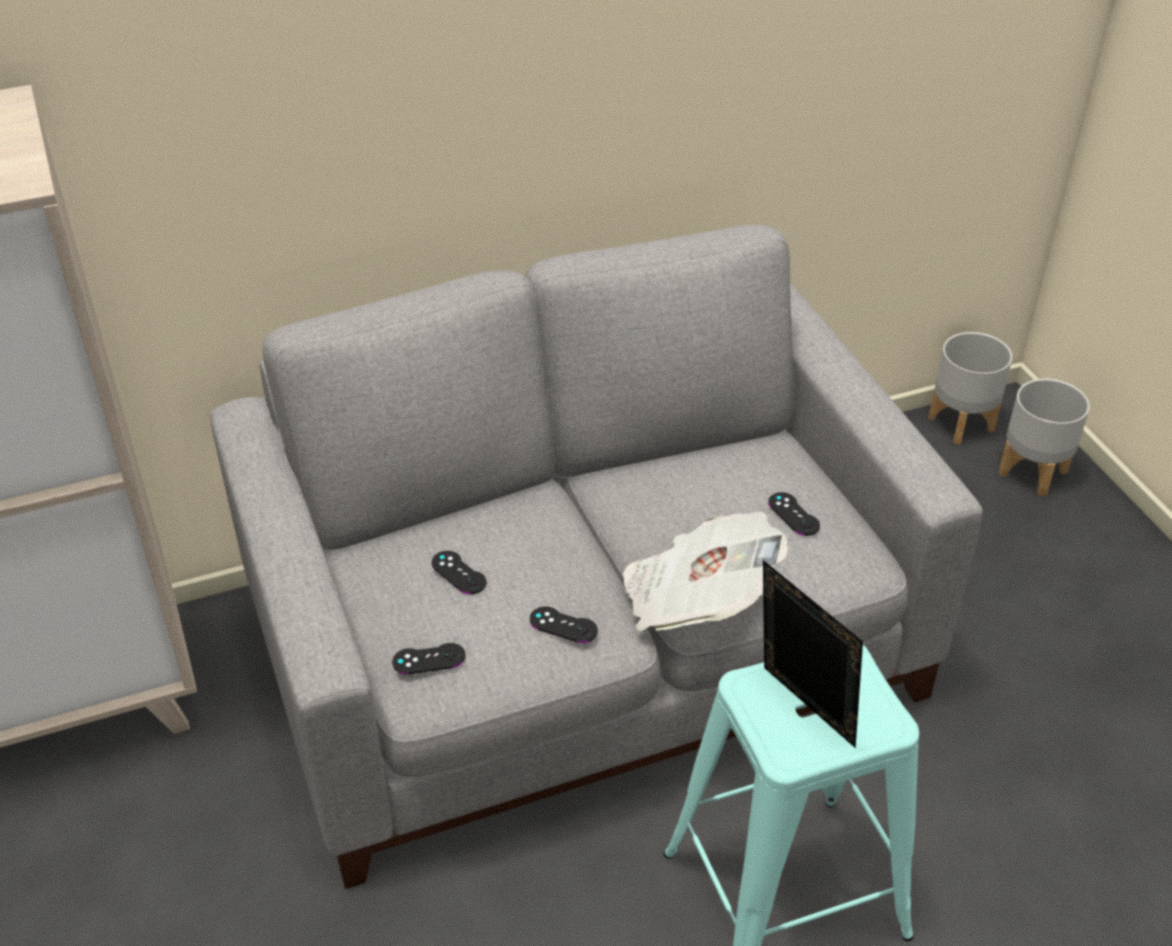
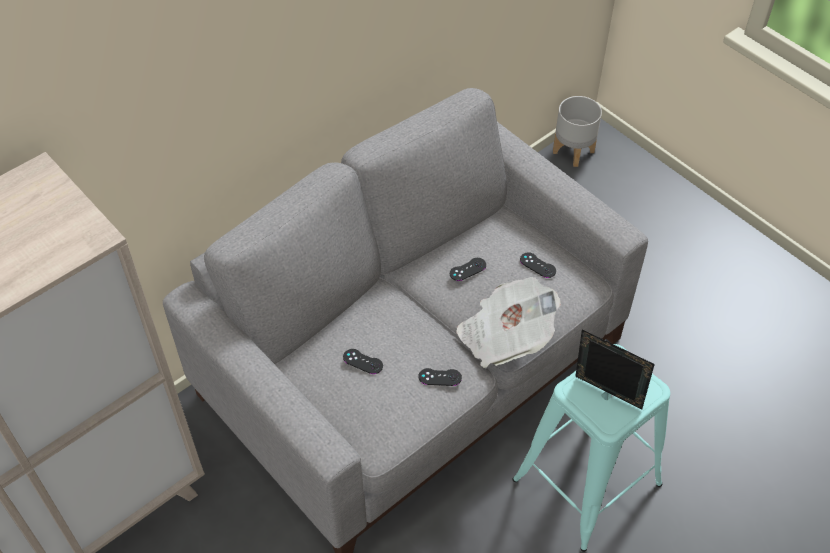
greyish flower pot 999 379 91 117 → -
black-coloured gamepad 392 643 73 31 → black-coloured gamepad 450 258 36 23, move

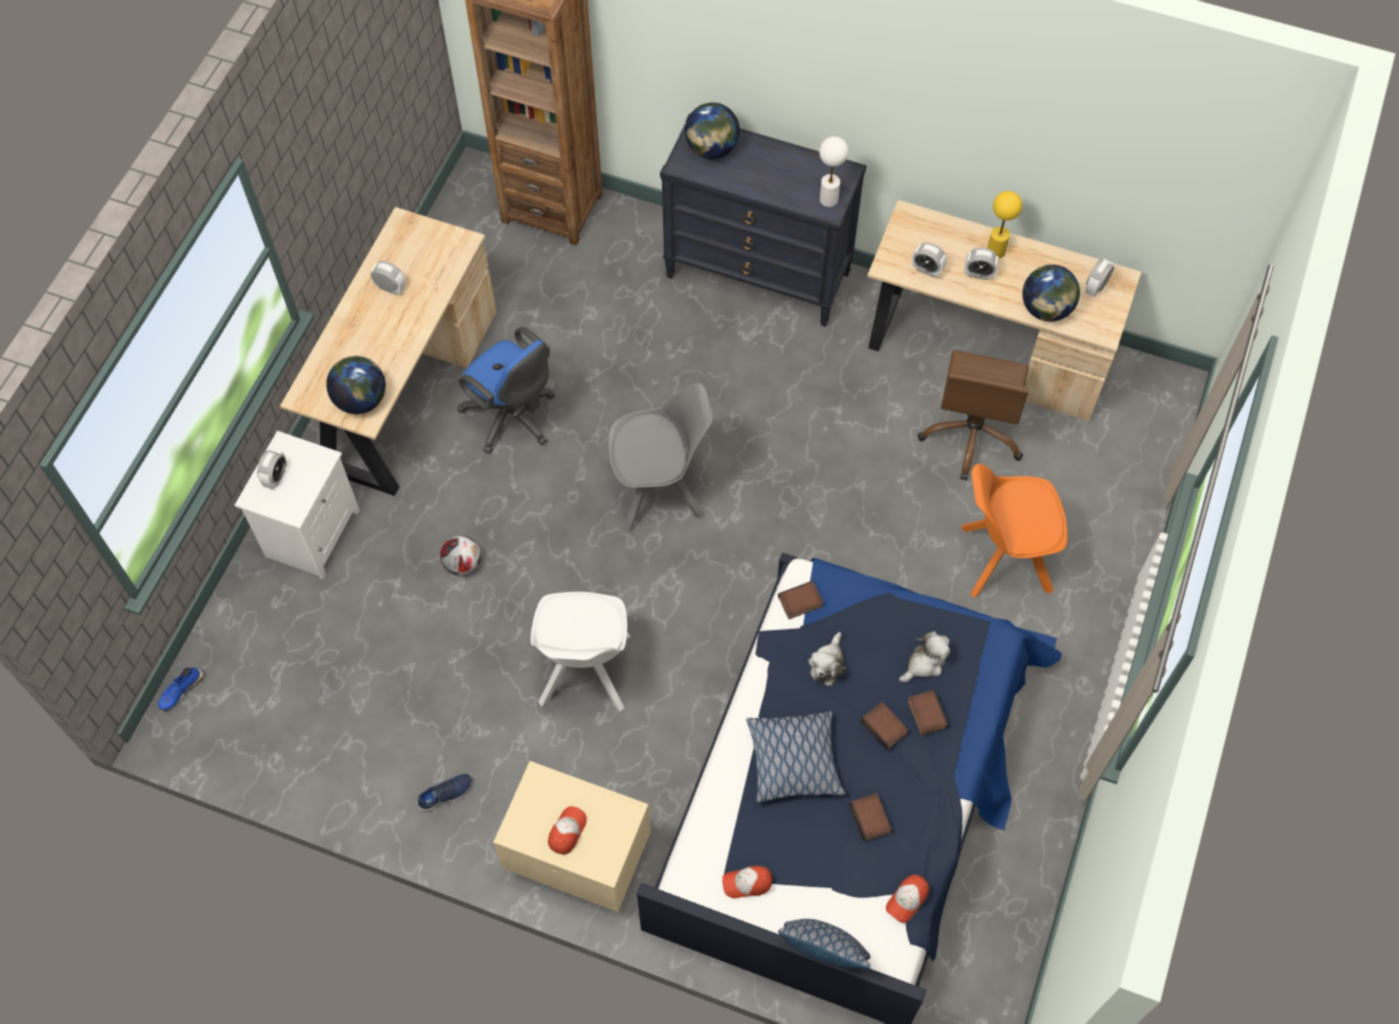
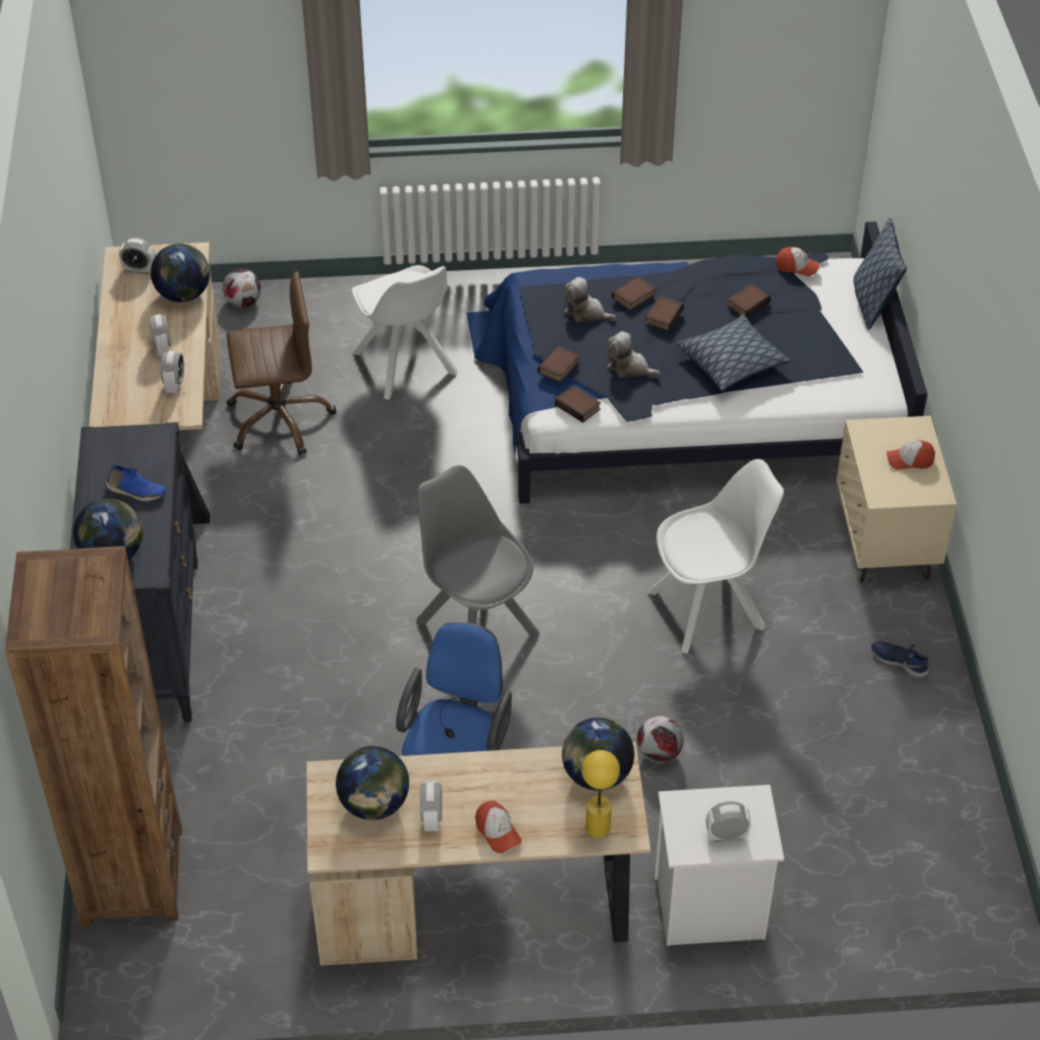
white tabletop lamp 819 136 30 71 → -
- → football 223 269 38 38
- → world globe 336 746 73 74
- → book 538 345 42 38
blue-coloured item of footwear 158 667 46 44 → blue-coloured item of footwear 105 464 61 38, move
baseball cap 722 866 50 32 → baseball cap 475 801 47 52, move
yellowish tabletop lamp 988 191 34 67 → yellowish tabletop lamp 582 750 38 88, move
orange chair 960 464 107 134 → white chair 352 265 106 135
cuddly toy 808 632 39 54 → cuddly toy 607 331 53 47, 150 degrees counterclockwise

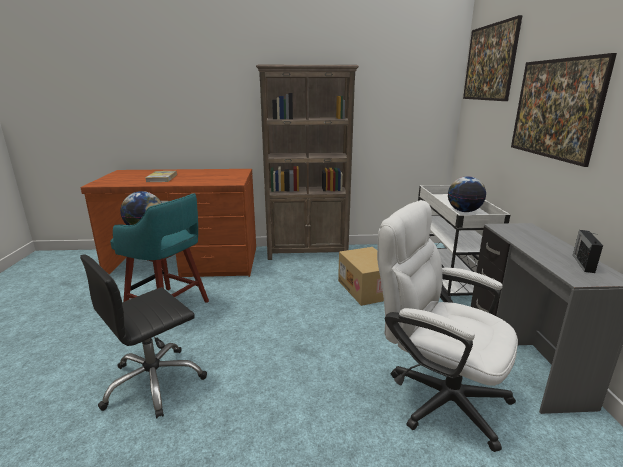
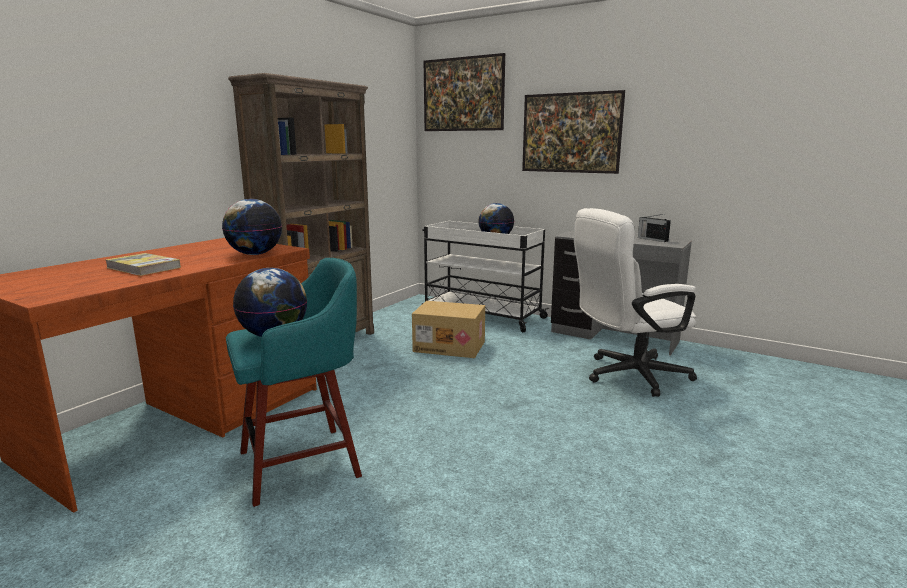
black-coloured office chair 80 254 127 165 → -
- → world globe 222 199 60 56

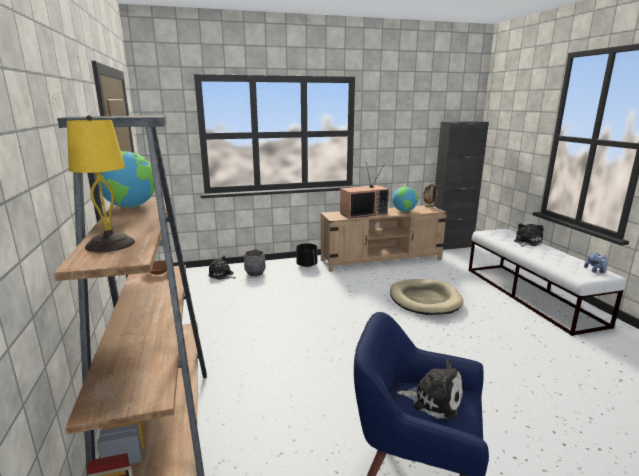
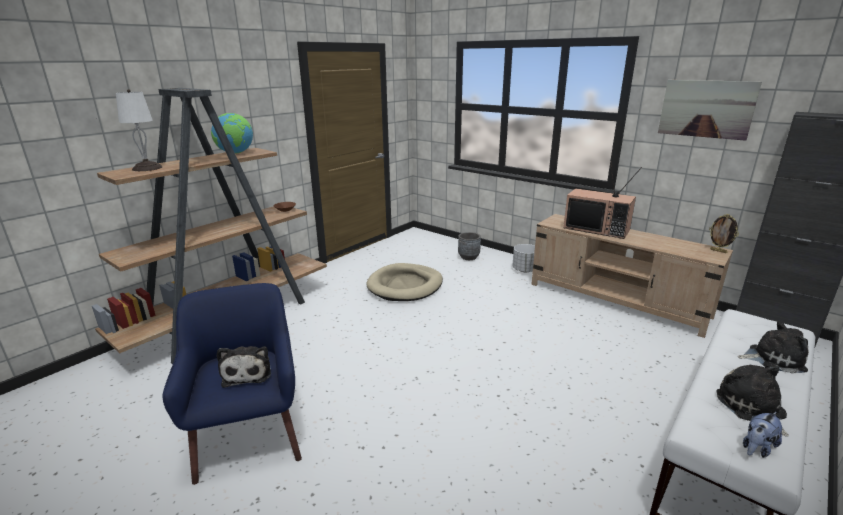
world globe 393 187 25 25 → -
- → wall picture 658 80 104 61
cuddly toy 209 256 27 24 → cuddly toy 717 365 72 72, move
sand-coloured dog cushion 390 279 74 36 → sand-coloured dog cushion 366 263 77 38, move
yellowish tabletop lamp 67 115 68 137 → white tabletop lamp 116 89 46 82
black-coloured flower pot 296 243 21 24 → white flower pot 512 244 23 28

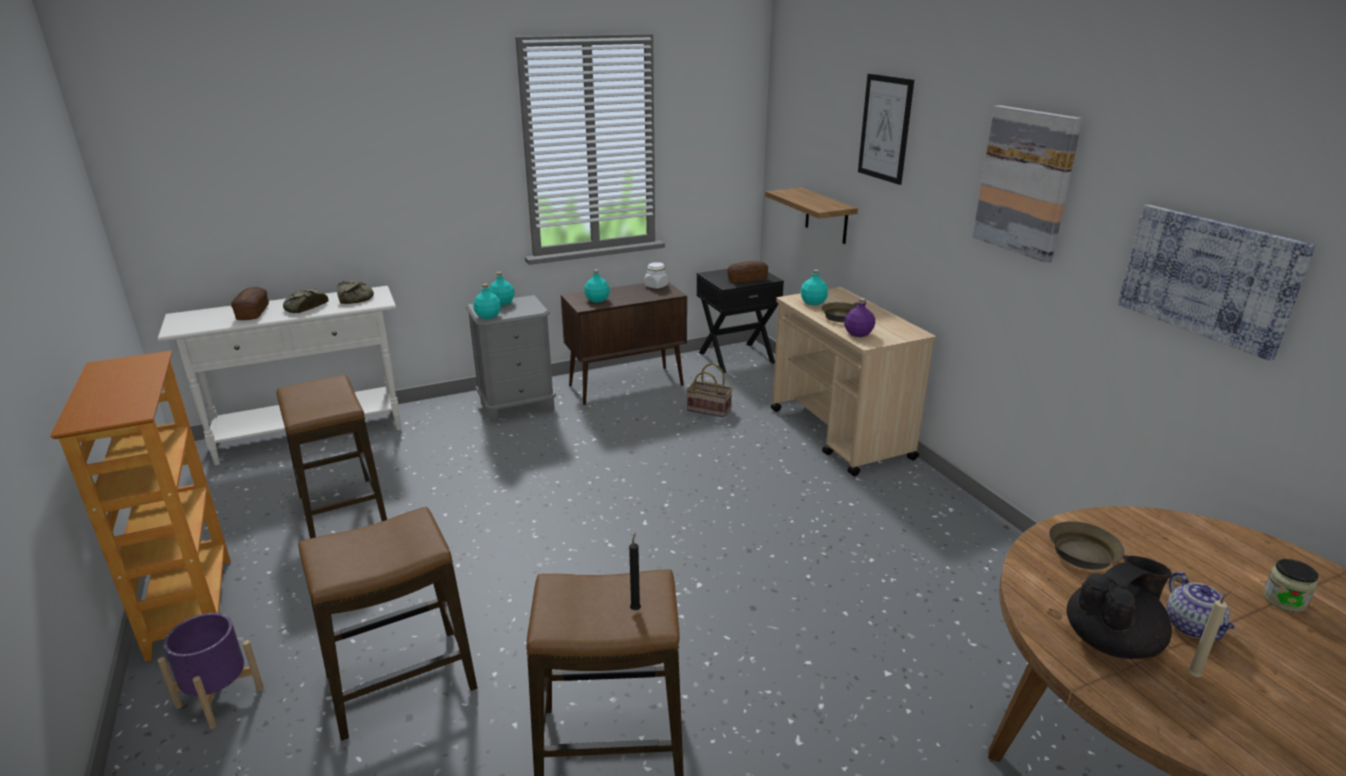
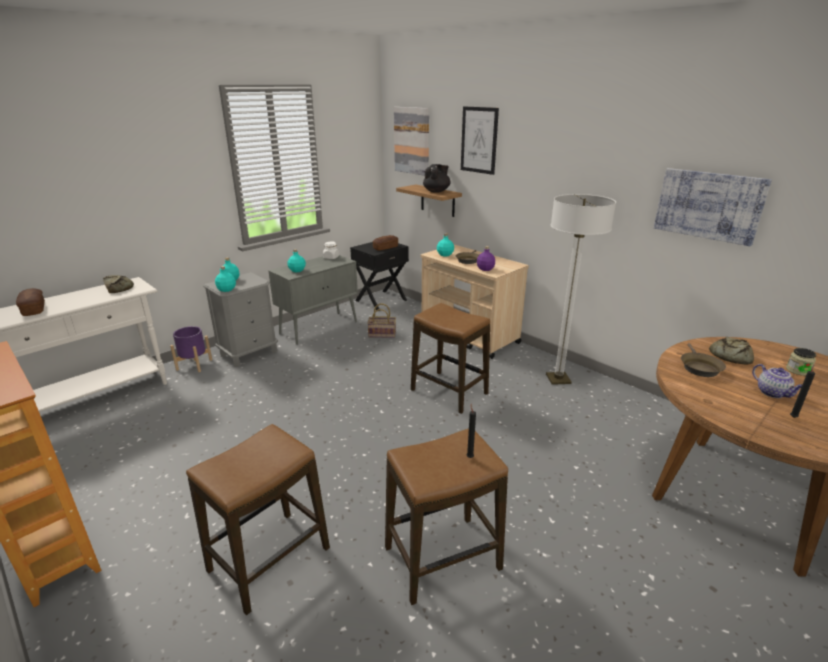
- → standard lamp 546 194 70 191
purple-coloured flower pot 157 613 107 116 → purple-coloured flower pot 170 326 42 46, move
stool 276 375 111 164 → stool 411 303 79 111, move
bakery bread 283 288 46 25 → bakery bread 709 337 45 28, move
wall picture 972 105 111 158 → wall picture 394 107 35 69, move
black-coloured teapot 1067 556 105 103 → black-coloured teapot 423 164 28 29, move
brownish cupboard 561 282 126 123 → greyish cupboard 268 255 90 90
sand-coloured candle 1187 591 44 86 → black-coloured candle 790 365 25 53
brownish skillet 1049 521 133 62 → brownish skillet 681 343 45 34, 90 degrees counterclockwise

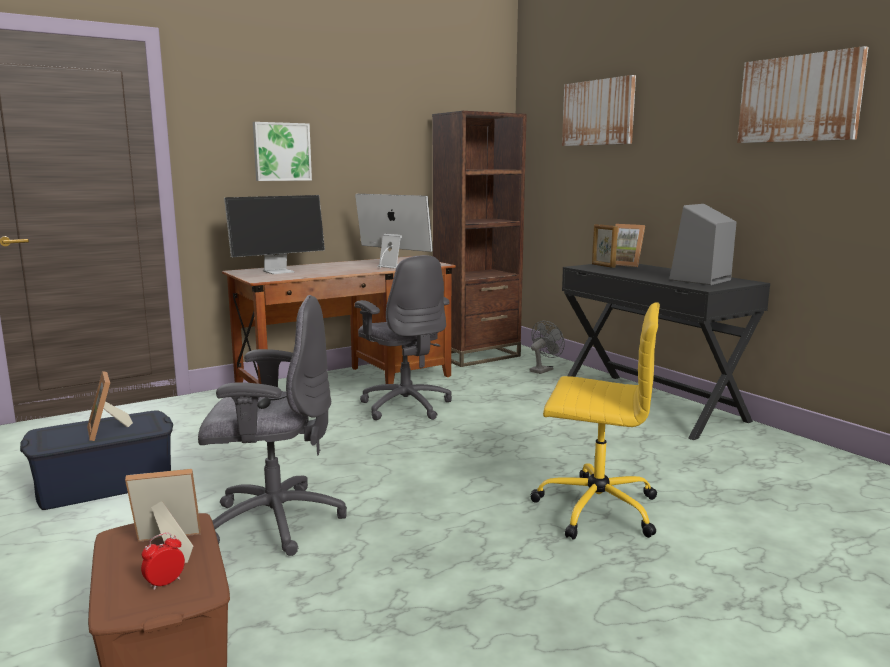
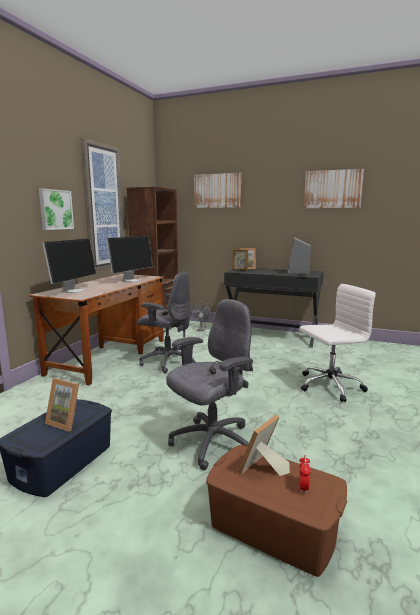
- → wall picture 80 138 44 133
yellowish office chair 530 302 130 238 → white office chair 299 284 77 118
computer display 355 194 78 75 → computer display 106 236 47 46, 120 degrees clockwise

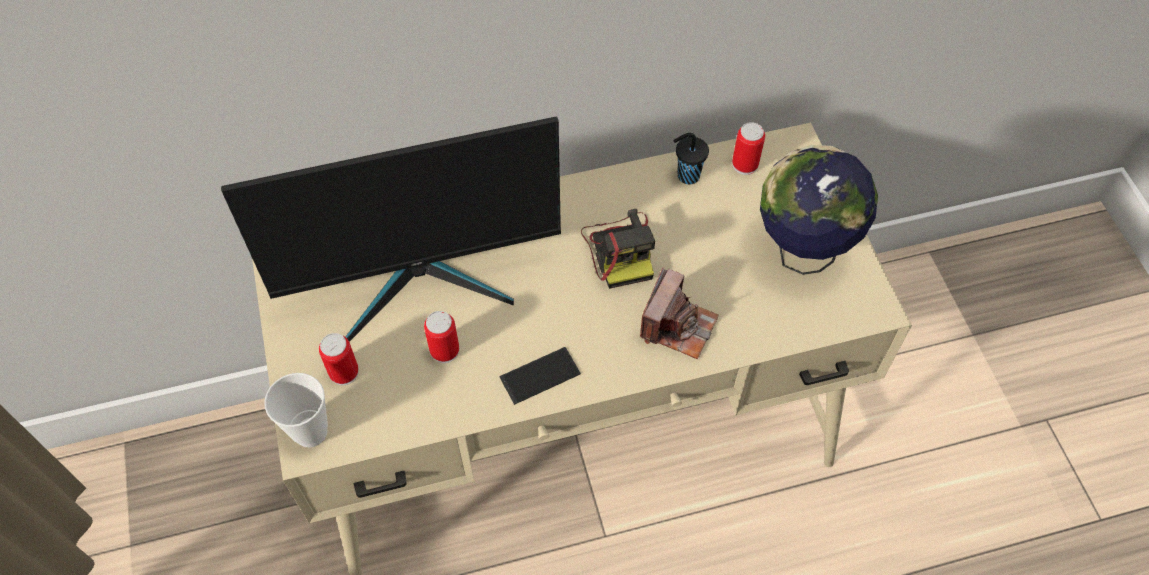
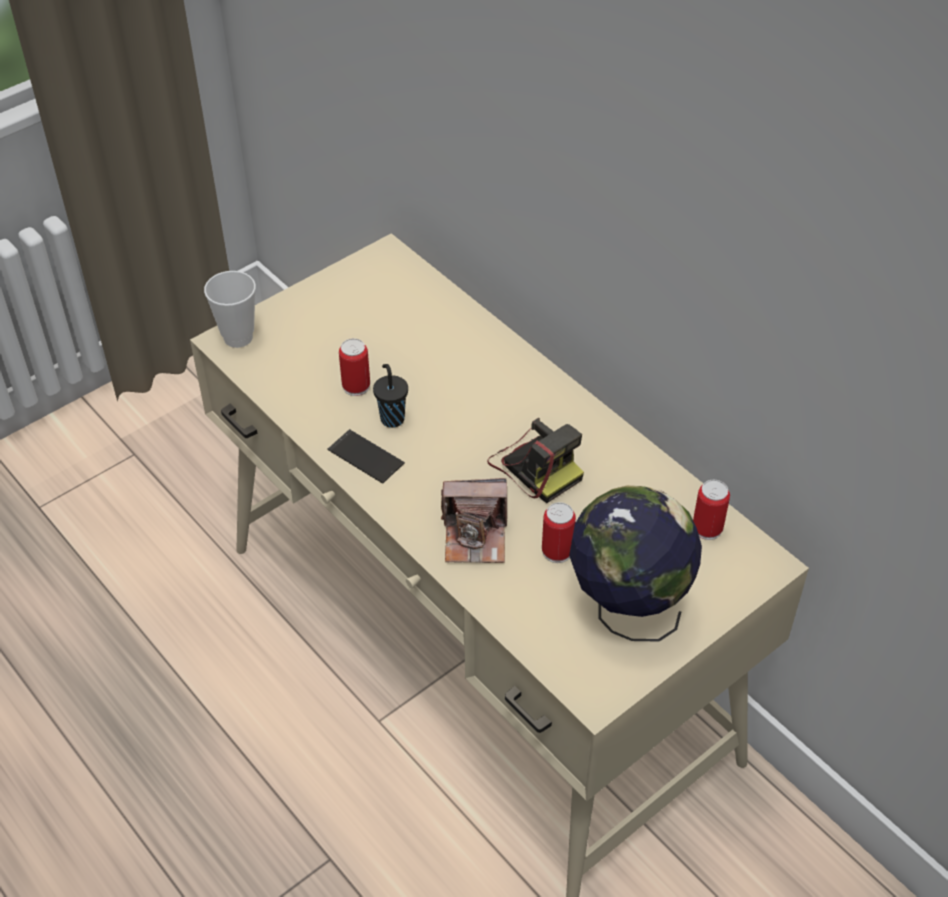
computer display 221 117 340 225 → -
can 319 333 40 52 → can 542 502 34 61, move
black-coloured drinking cup 673 133 36 52 → black-coloured drinking cup 373 364 35 64, move
photo camera 581 209 74 80 → photo camera 487 418 97 86, 90 degrees counterclockwise

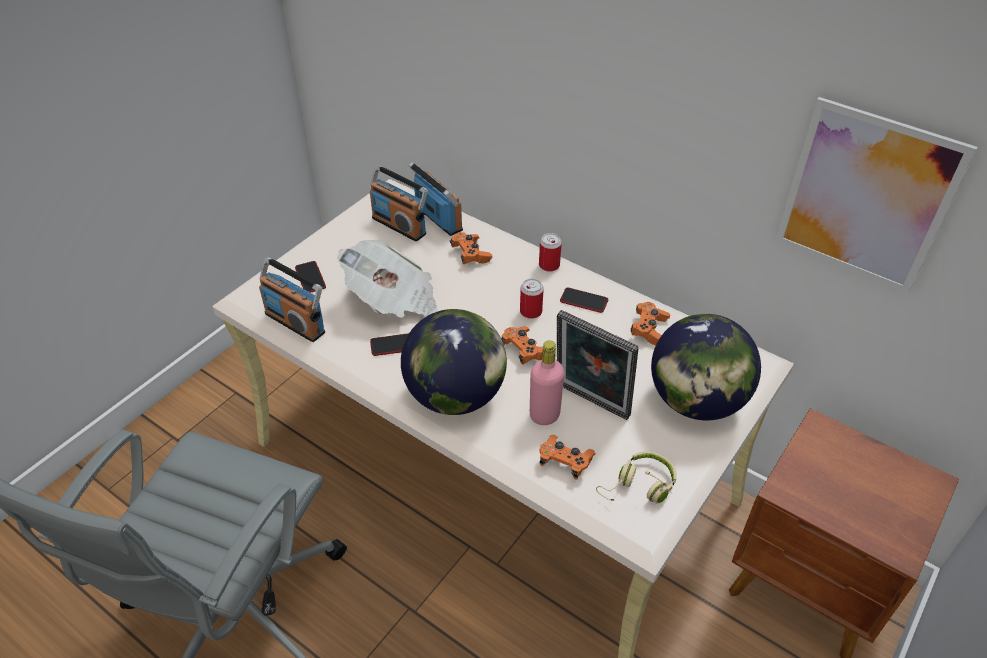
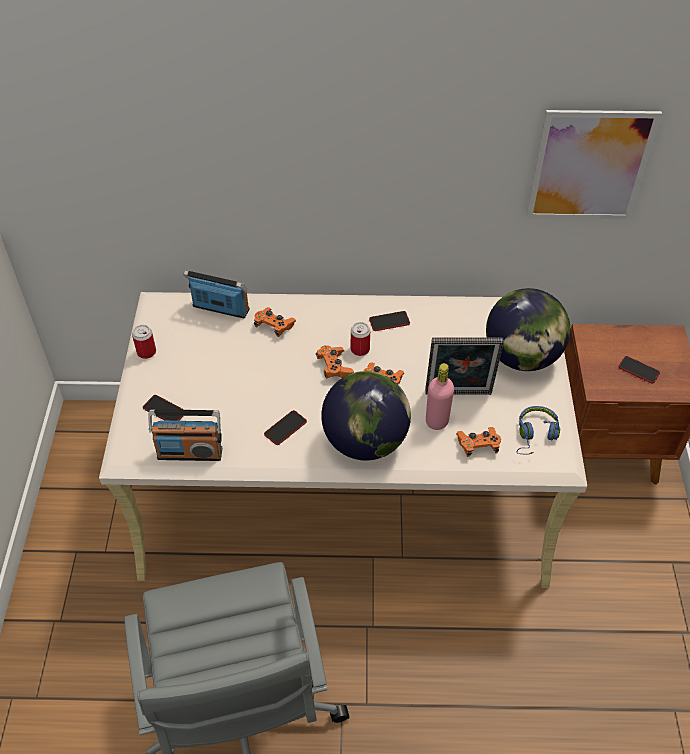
daily paper 337 240 101 78 → -
radio set 370 166 58 75 → -
- → phone 619 356 41 27
can 539 233 23 39 → can 132 325 24 34, move
orange gamepad 631 302 39 43 → orange gamepad 316 345 38 34, move
sand-coloured headset 596 451 80 53 → blue-coloured headset 516 406 44 49

